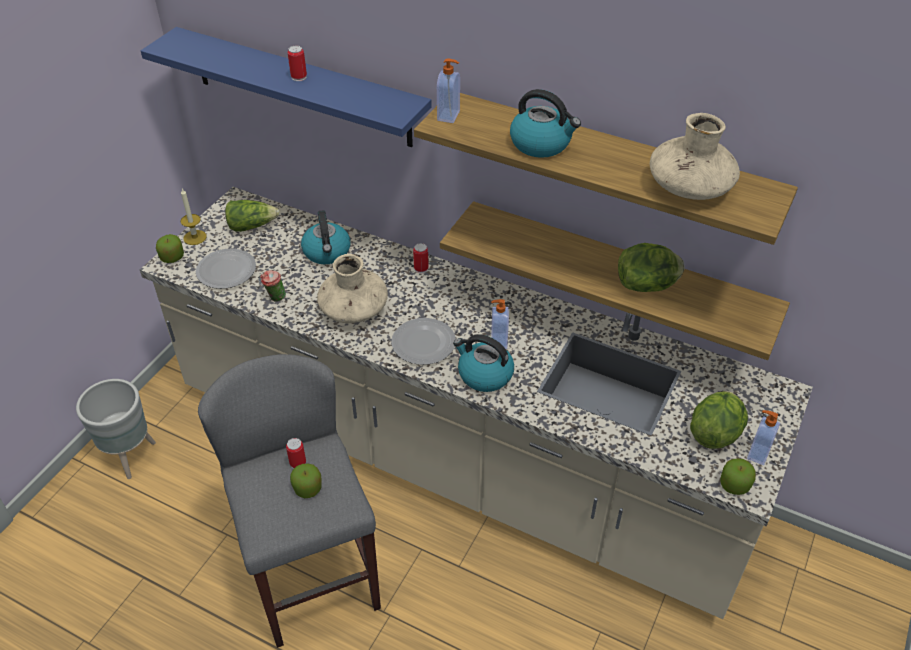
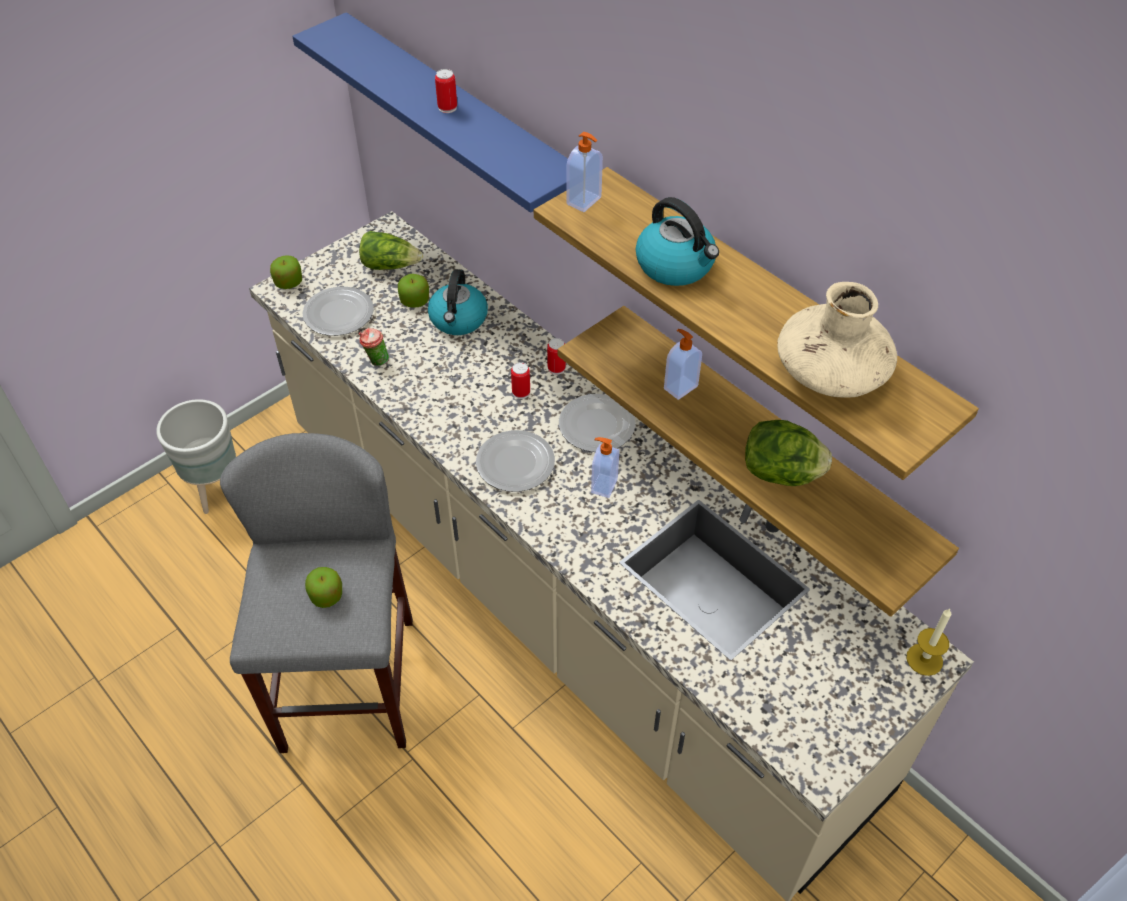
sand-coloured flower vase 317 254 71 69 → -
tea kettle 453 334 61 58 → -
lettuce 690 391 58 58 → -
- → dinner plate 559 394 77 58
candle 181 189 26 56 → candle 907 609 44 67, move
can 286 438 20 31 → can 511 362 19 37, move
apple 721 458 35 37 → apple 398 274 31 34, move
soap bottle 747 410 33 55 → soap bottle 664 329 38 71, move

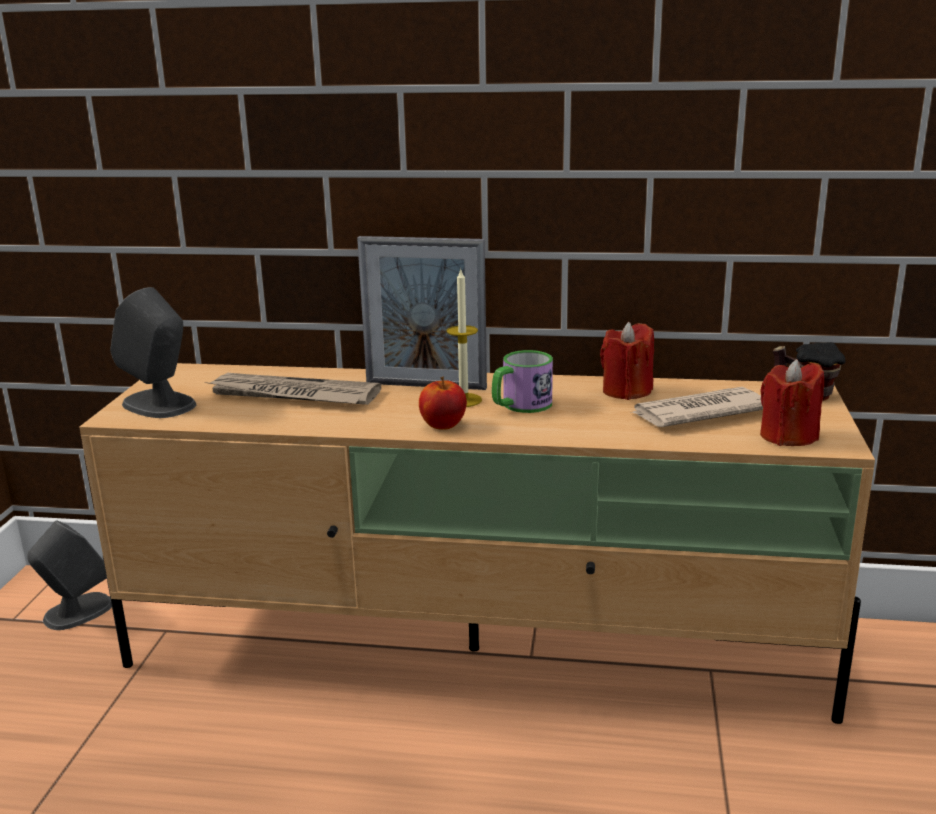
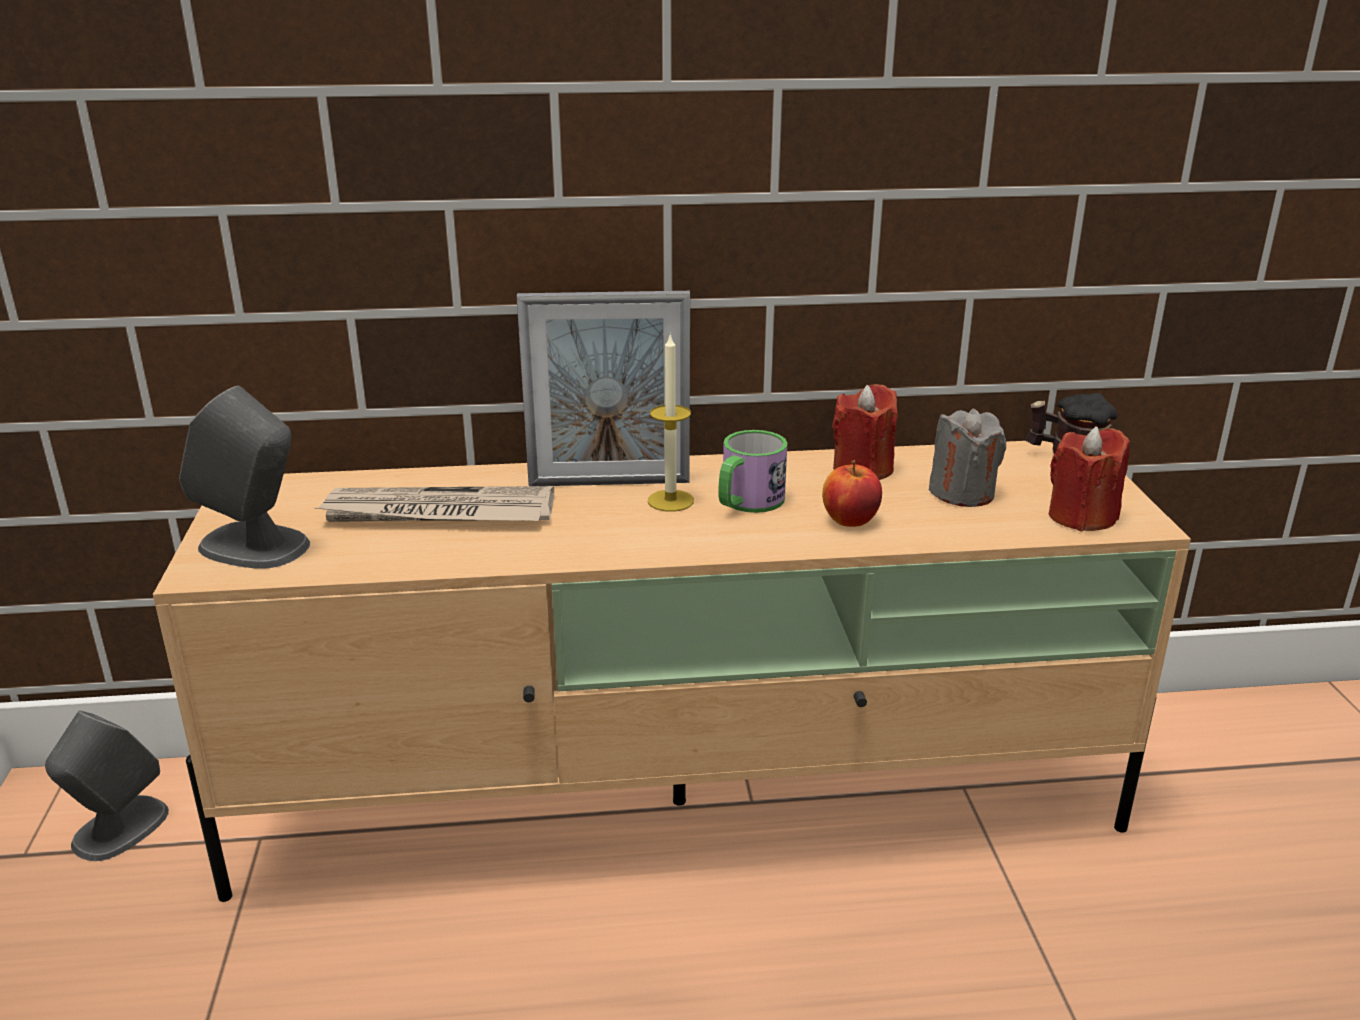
apple 419 376 48 53 → apple 822 460 60 67, move
daily paper 630 387 133 40 → greyish candle 929 409 77 98

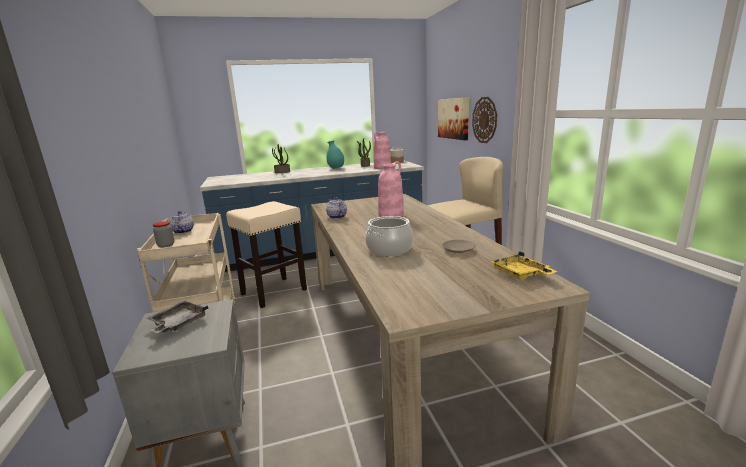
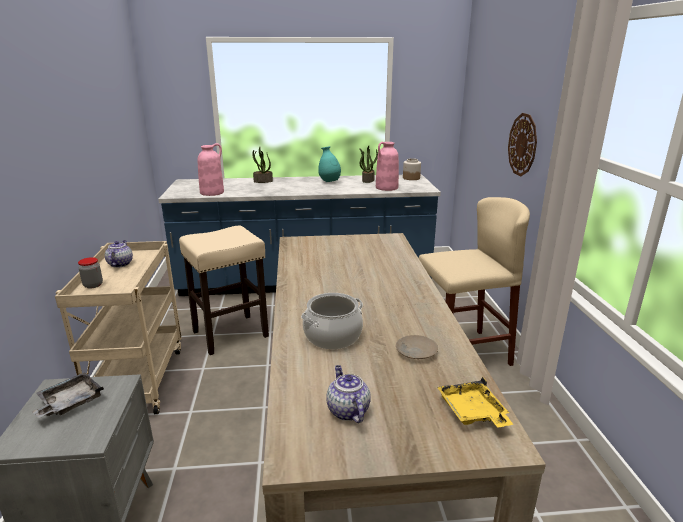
wall picture 438 97 31 43 → -
teapot 326 197 21 22 → teapot 326 365 45 58, move
pink flower vase 378 161 26 56 → pink flower vase 198 143 26 53, move

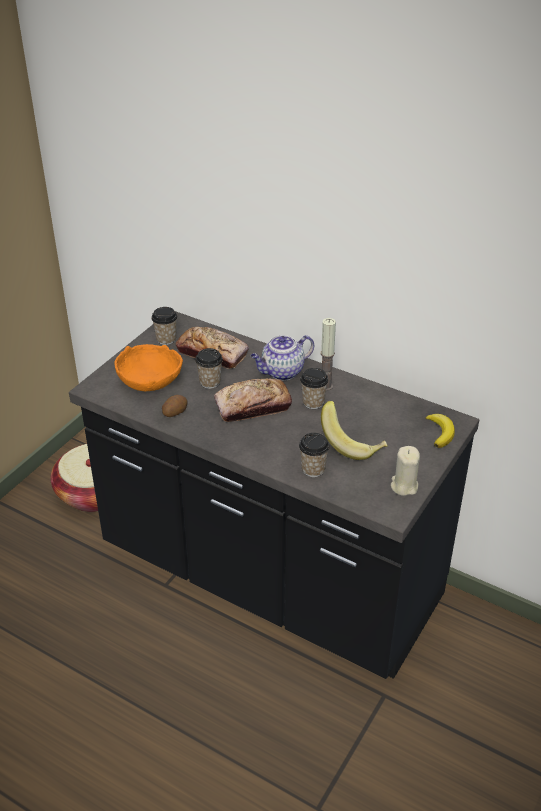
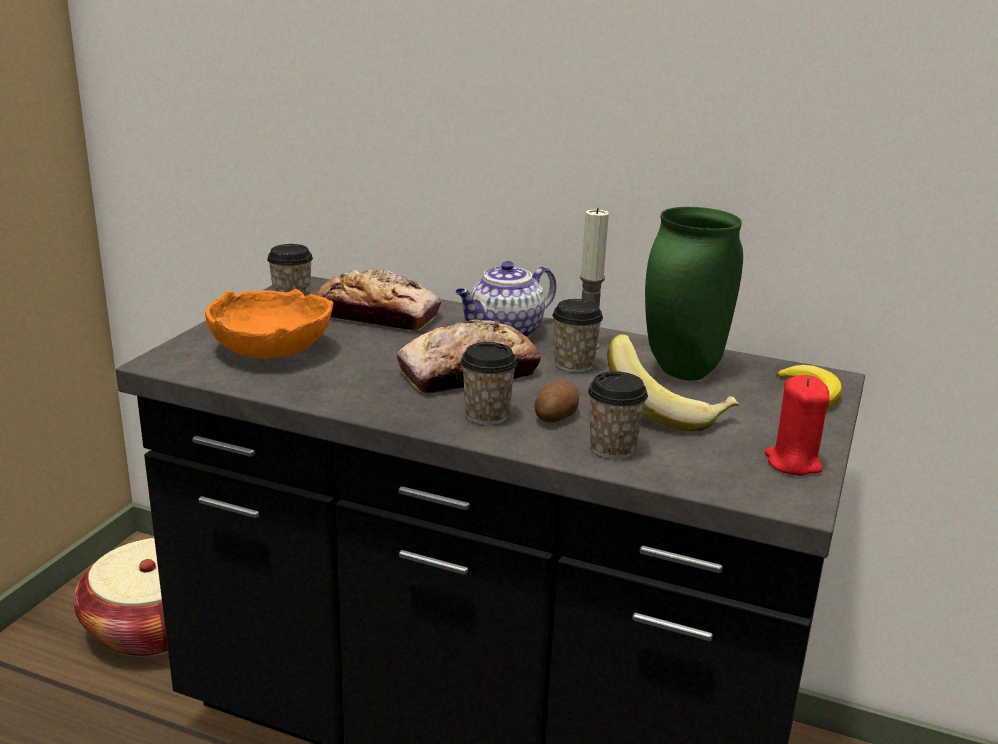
- → green-coloured flower vase 645 207 98 174
potato 162 395 26 22 → potato 535 381 44 42, move
drinking cup 195 348 28 41 → drinking cup 461 342 56 83, move
sand-coloured candle 391 446 29 50 → reddish candle 765 375 64 101

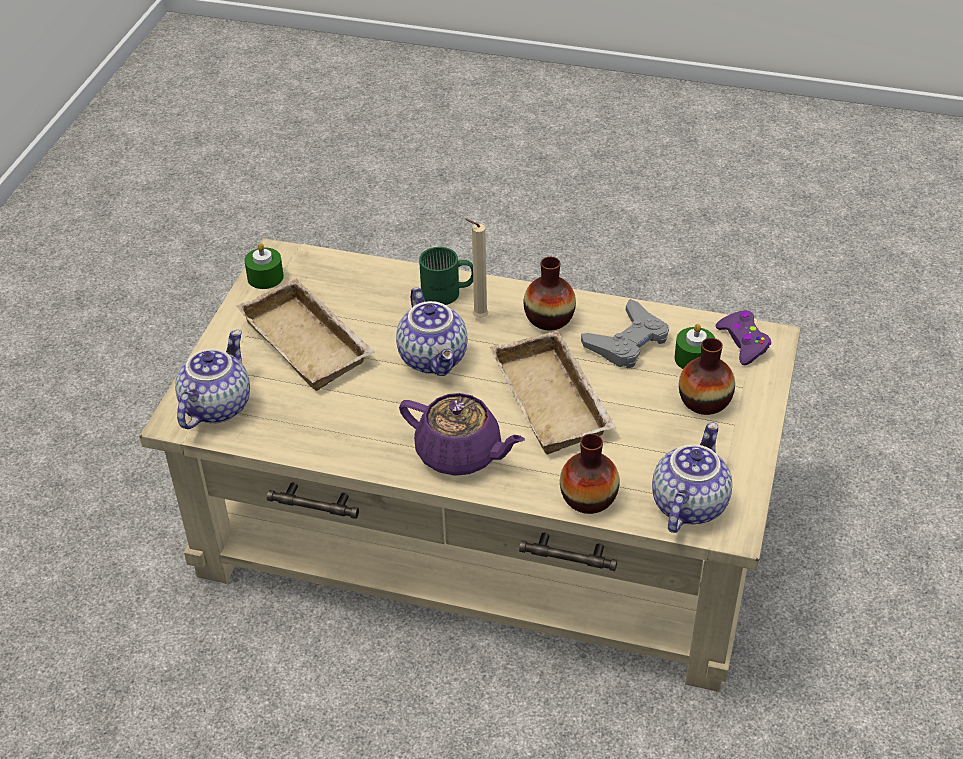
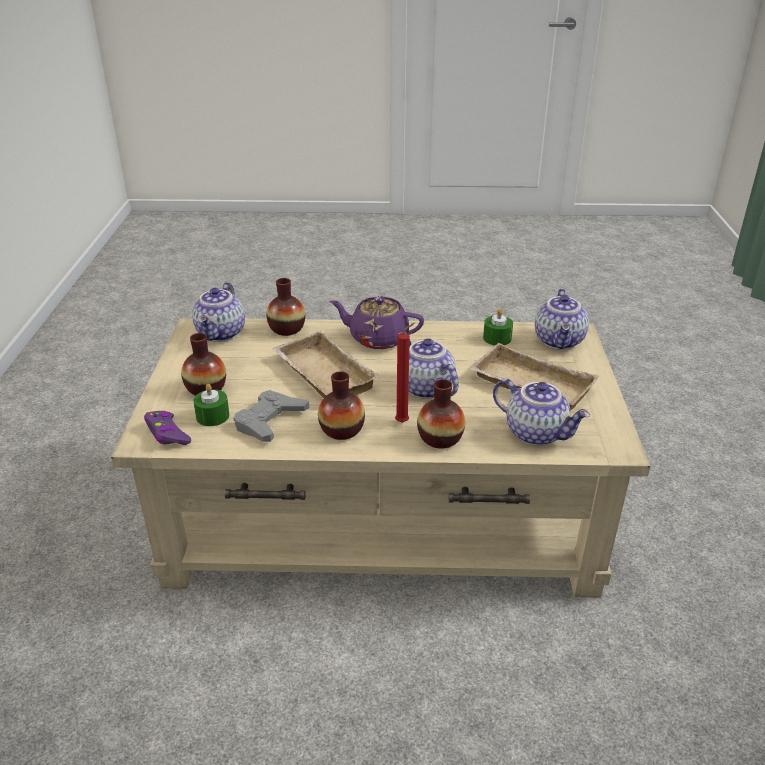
- → teapot 493 379 97 67
green-coloured candle 244 243 40 46 → green-coloured candle 483 308 30 37, move
green-coloured mug 419 247 54 58 → flower vase 417 379 48 70
sand-coloured candle 465 218 23 100 → reddish candle 395 322 20 101

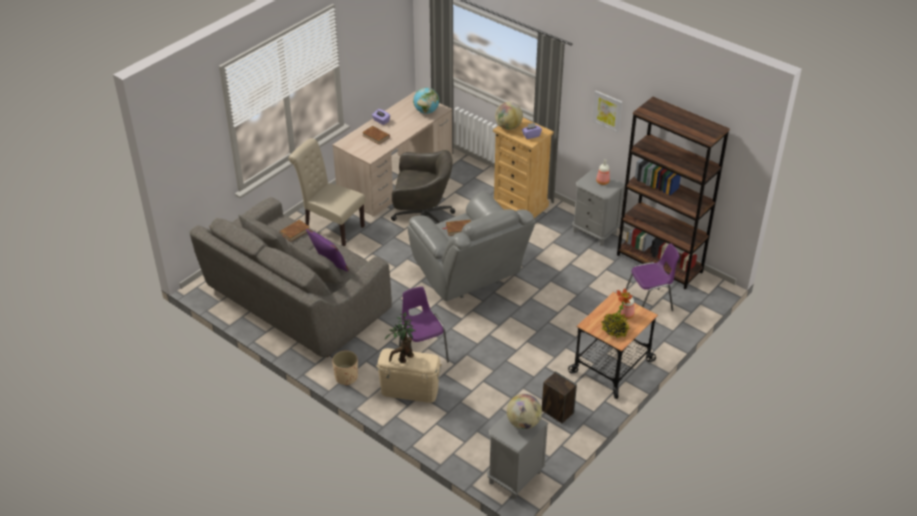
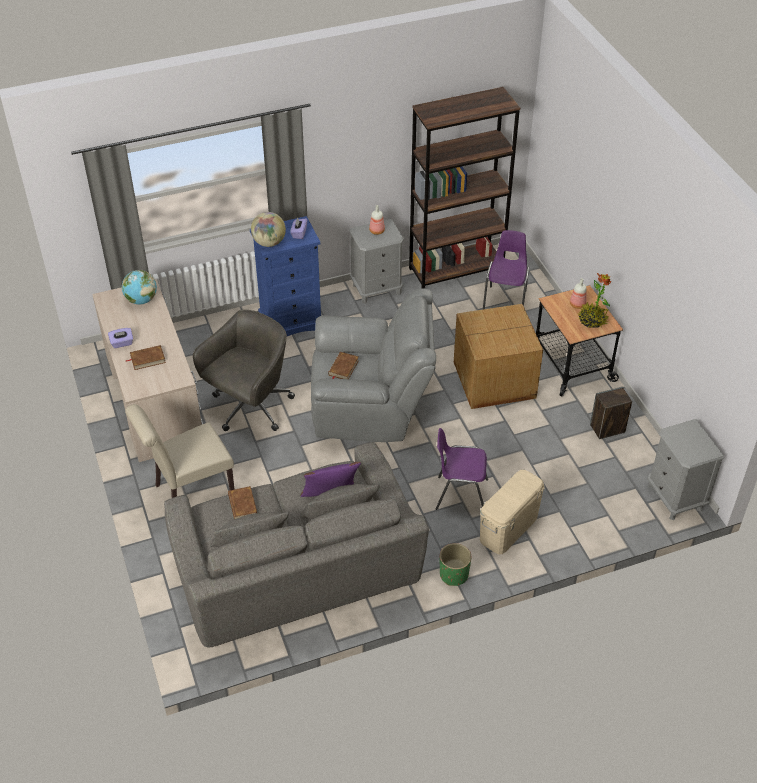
plant in a pot 384 312 31 51 → -
world globe 507 394 35 35 → -
wall picture 592 90 31 43 → -
- → cardboard box 454 304 89 105
sand-coloured flower pot 332 351 26 35 → green-coloured flower pot 440 543 31 43
sand-coloured drawer chest 493 118 61 100 → blue-coloured drawer chest 250 216 71 120

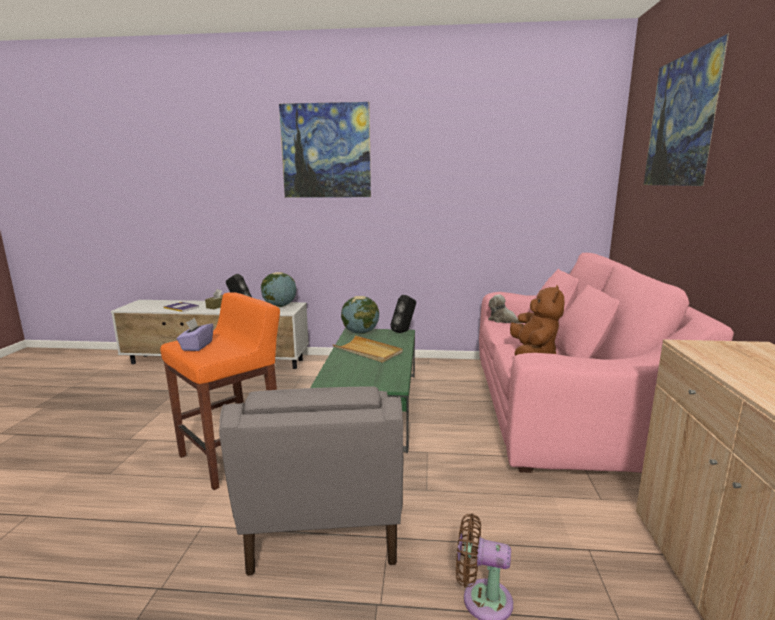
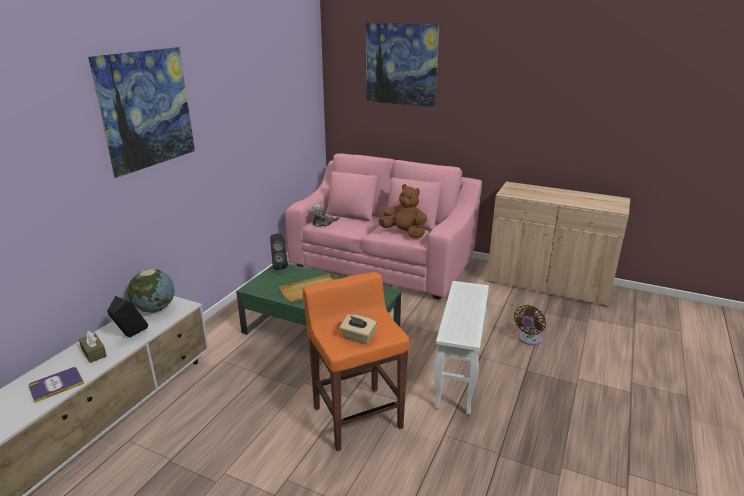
world globe 341 296 38 38 → -
greyish easy chair 219 386 185 190 → white accent table 434 281 55 134
purple-coloured tissue box 177 318 36 33 → sand-coloured tissue box 340 314 37 30

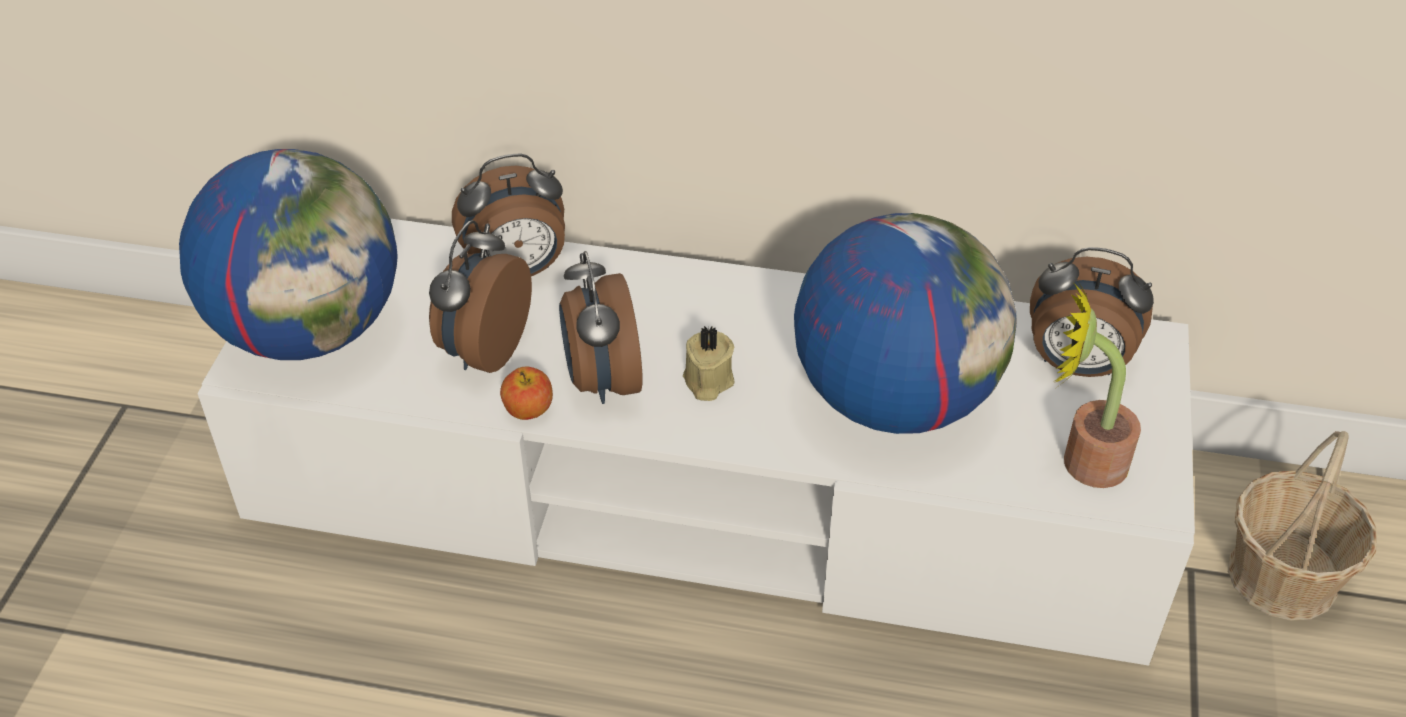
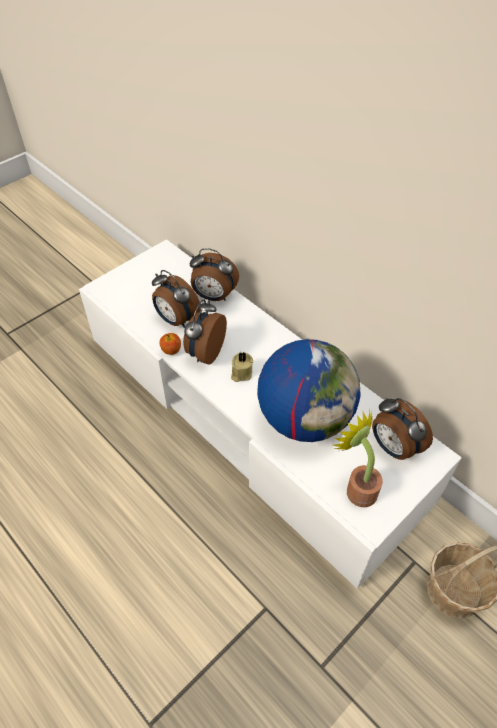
world globe 179 149 219 211 → -
bedside clock 429 220 103 153 → bedside clock 152 270 49 58, 105 degrees counterclockwise

